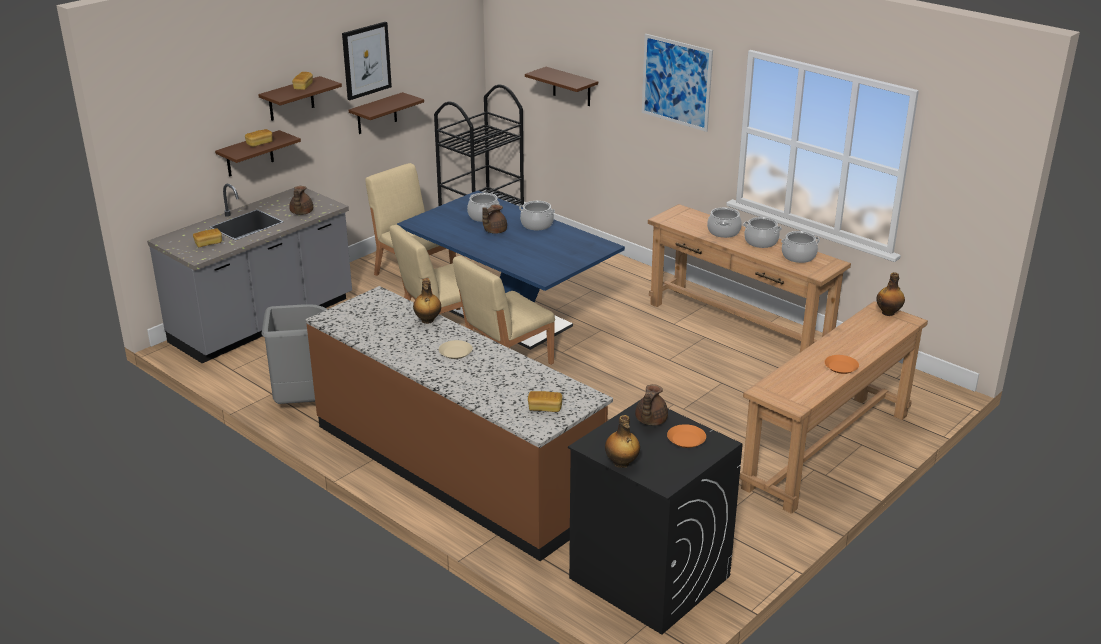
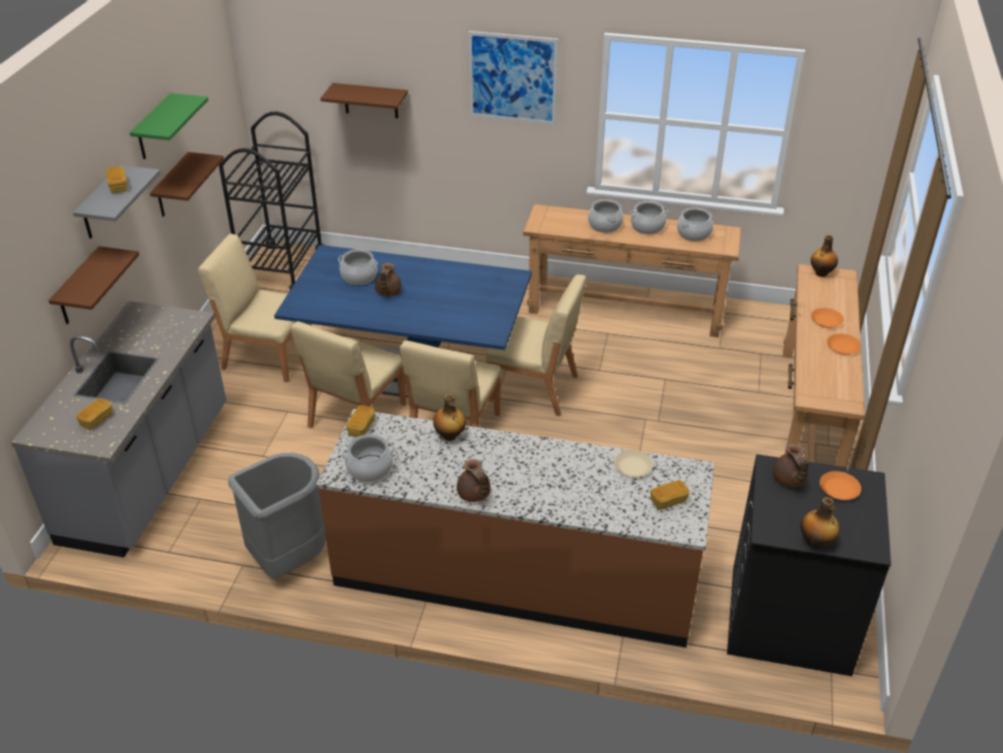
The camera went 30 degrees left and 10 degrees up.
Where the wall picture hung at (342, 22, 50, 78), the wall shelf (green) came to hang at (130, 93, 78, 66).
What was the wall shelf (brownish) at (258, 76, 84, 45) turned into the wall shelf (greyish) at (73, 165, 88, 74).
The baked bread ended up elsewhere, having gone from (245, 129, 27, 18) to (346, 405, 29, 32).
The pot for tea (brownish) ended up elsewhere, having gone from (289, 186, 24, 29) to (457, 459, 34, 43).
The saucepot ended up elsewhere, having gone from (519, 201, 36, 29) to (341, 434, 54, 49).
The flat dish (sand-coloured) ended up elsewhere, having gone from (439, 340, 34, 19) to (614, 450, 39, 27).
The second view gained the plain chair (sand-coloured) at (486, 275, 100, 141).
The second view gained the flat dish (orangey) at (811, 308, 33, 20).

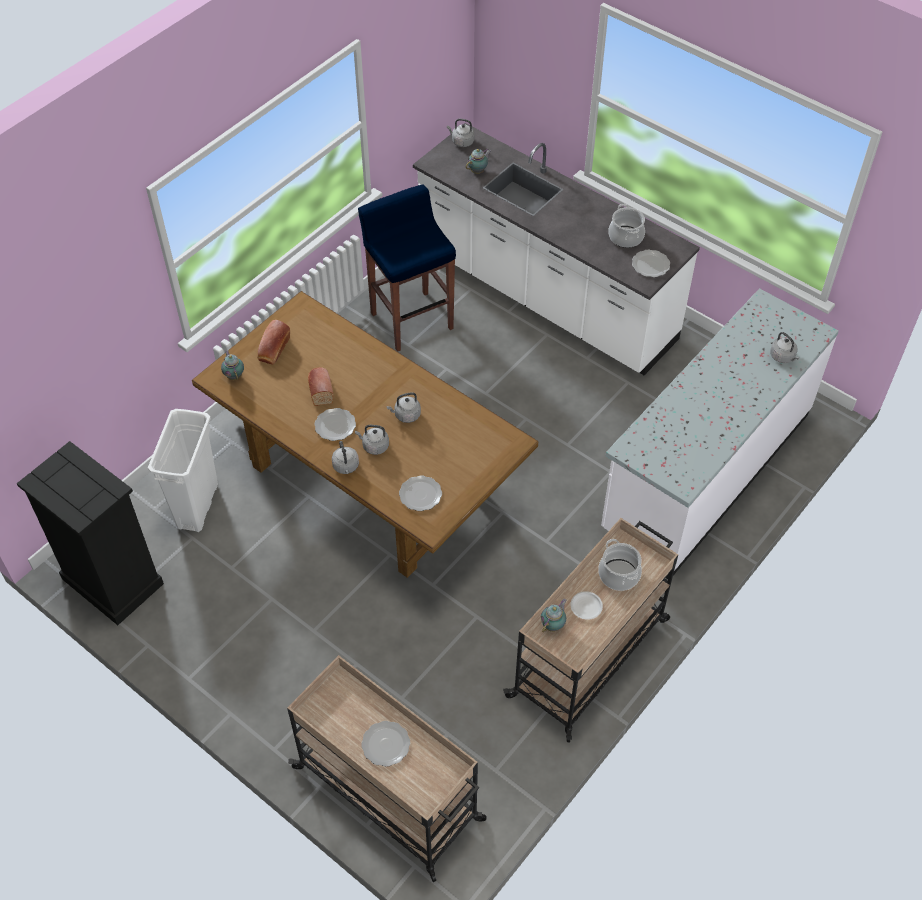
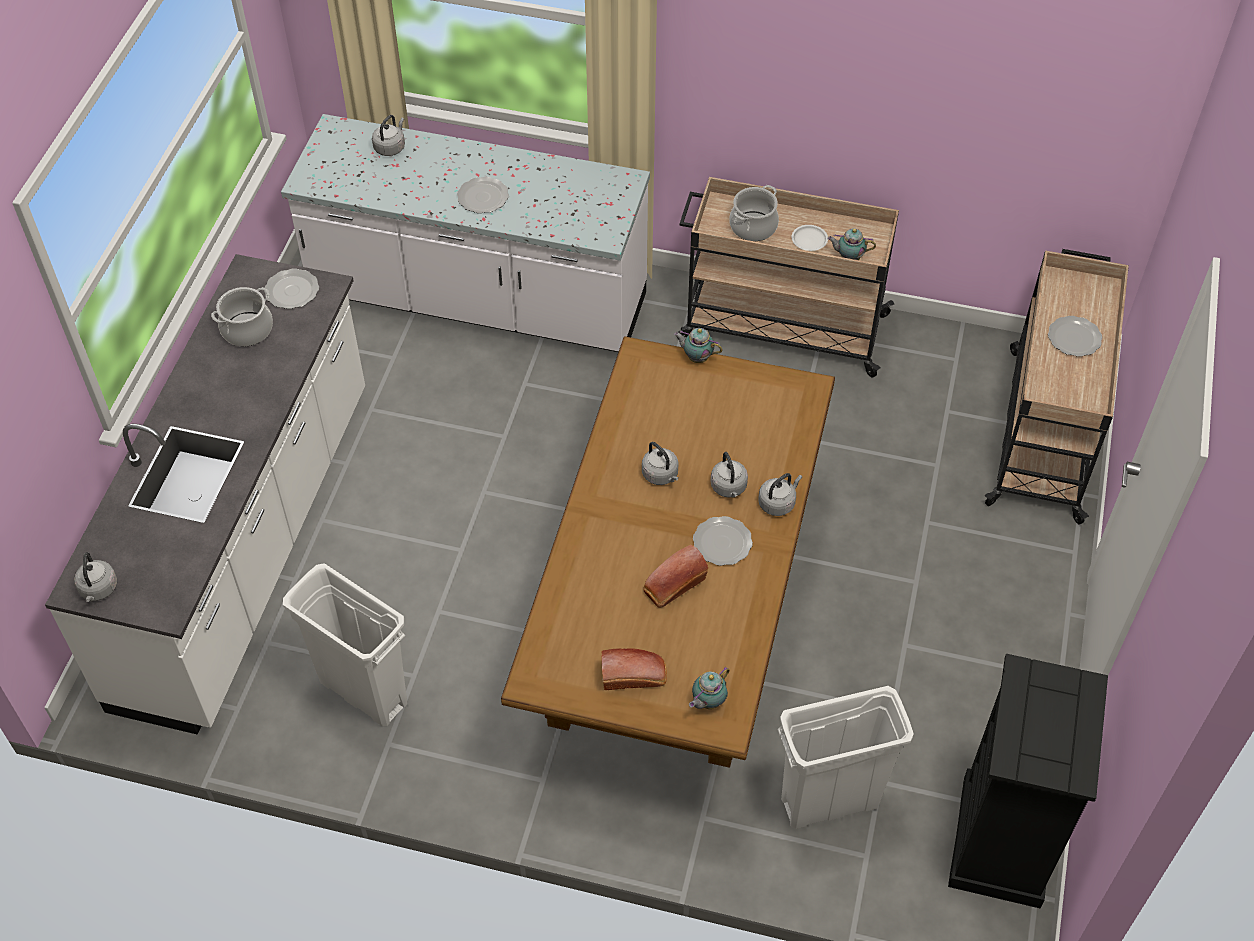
The camera went 115 degrees left and 0 degrees up.
The pot for tea ended up elsewhere, having gone from (466, 149, 25, 25) to (674, 328, 48, 35).
Where the stool seat (blue) stood at (358, 185, 98, 167), the rubbish bin (whitish) came to stand at (283, 563, 124, 163).
The flat dish ended up elsewhere, having gone from (399, 476, 43, 35) to (457, 177, 52, 36).

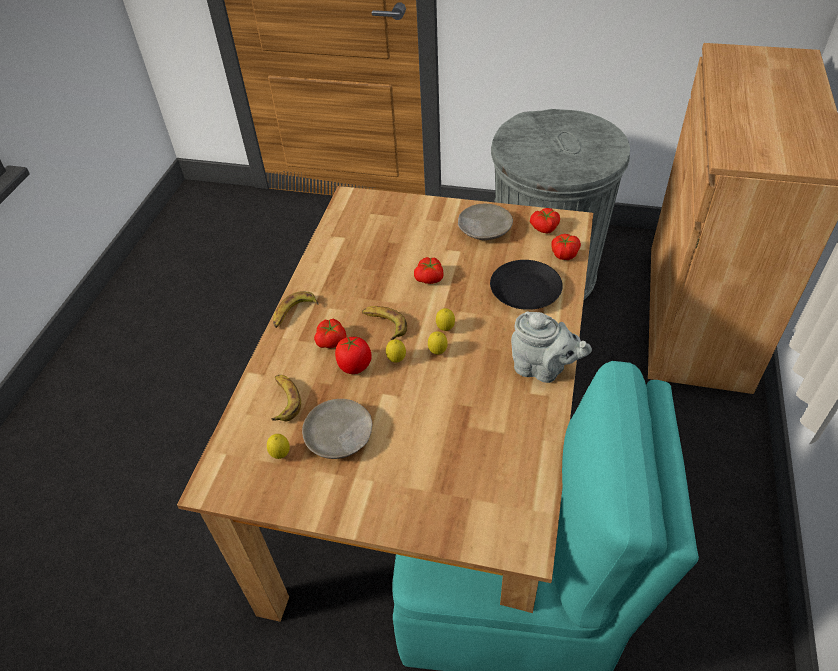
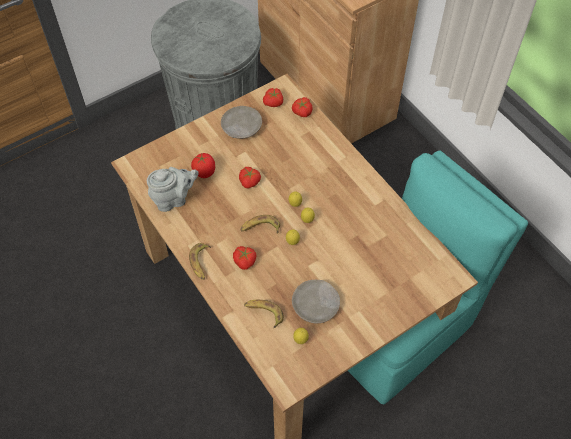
The camera went 50 degrees left and 10 degrees up.
The second view lost the flat dish (blackish) at (490, 260, 73, 50).
The pot for tea (greyish) ended up elsewhere, having gone from (511, 312, 81, 71) to (147, 167, 52, 45).
The fresh tomato ended up elsewhere, having gone from (335, 336, 37, 38) to (191, 153, 24, 25).

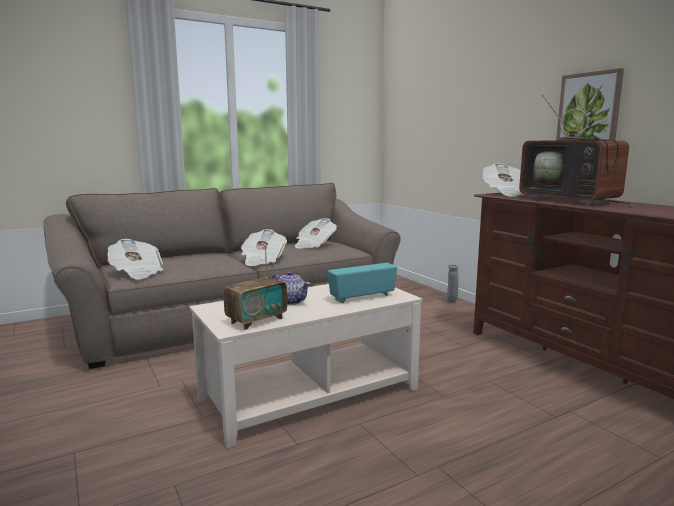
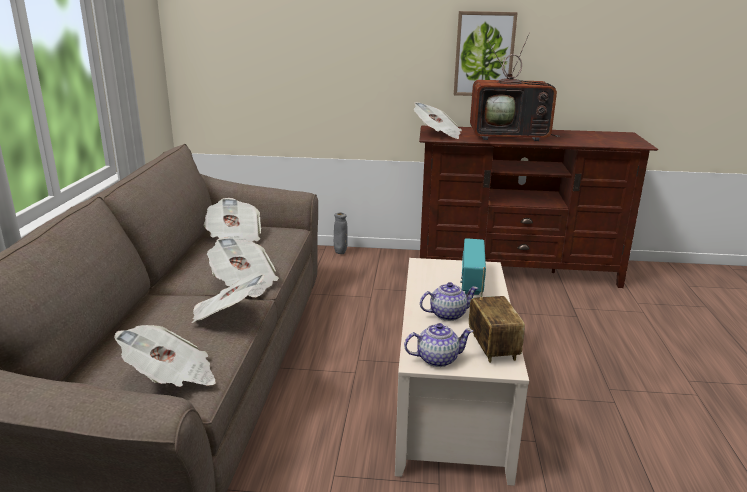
The camera went 55 degrees left and 10 degrees up.
The second view gained the printed paper at (191, 271, 73, 52).
The second view gained the pot for tea at (404, 323, 69, 44).

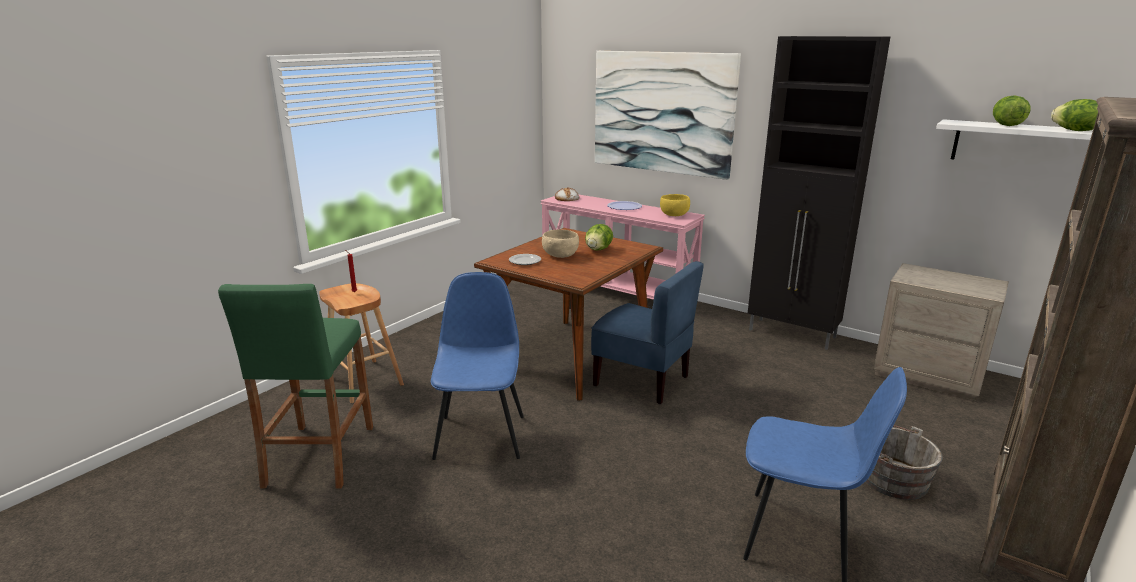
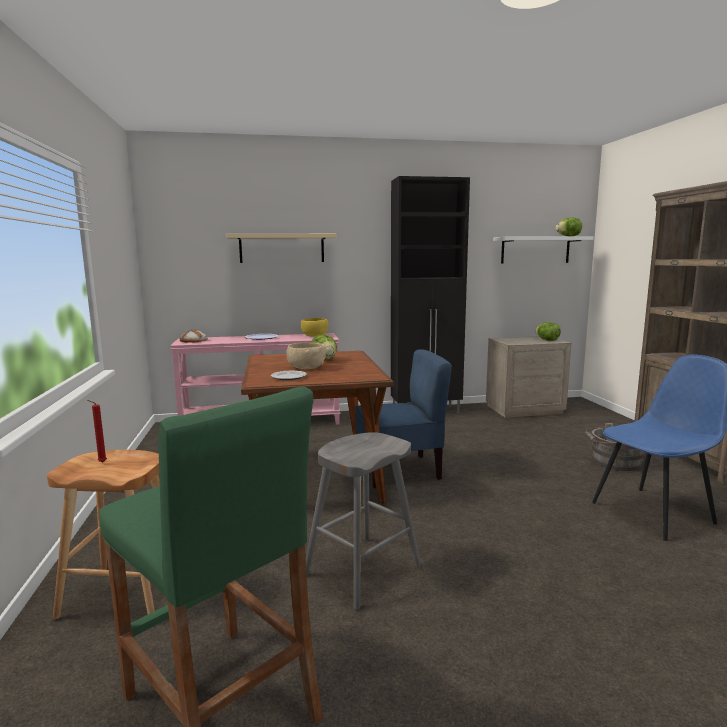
The camera went 45 degrees left and 10 degrees down.
Where the wall picture hung at (595, 51, 146, 129), the wall shelf (sand-coloured) came to hang at (226, 233, 110, 30).
The lettuce ended up elsewhere, having gone from (993, 95, 38, 31) to (535, 322, 26, 19).
Where the plain chair (blue) stood at (431, 272, 93, 188), the stool seat (greyish) came to stand at (306, 432, 115, 178).

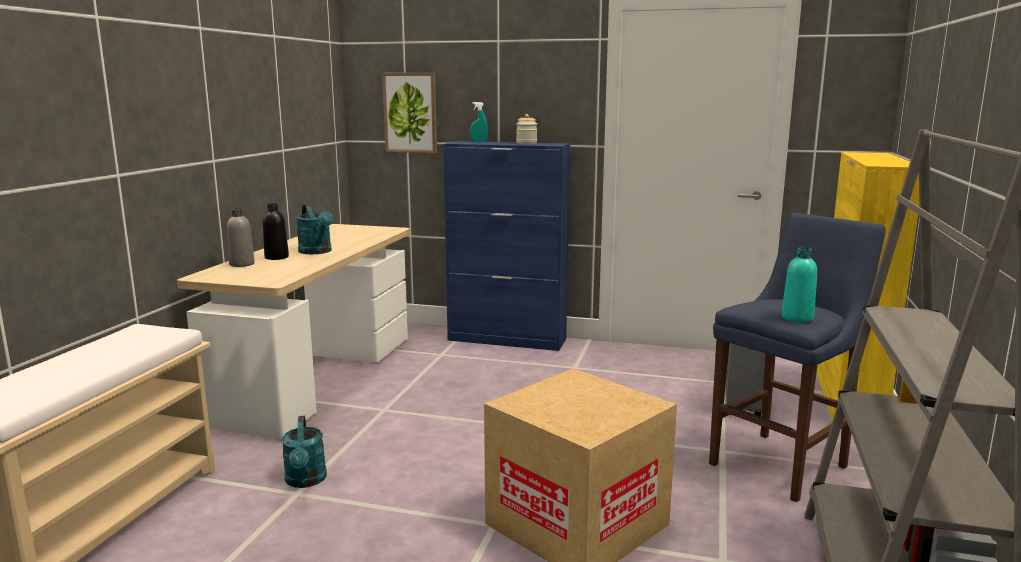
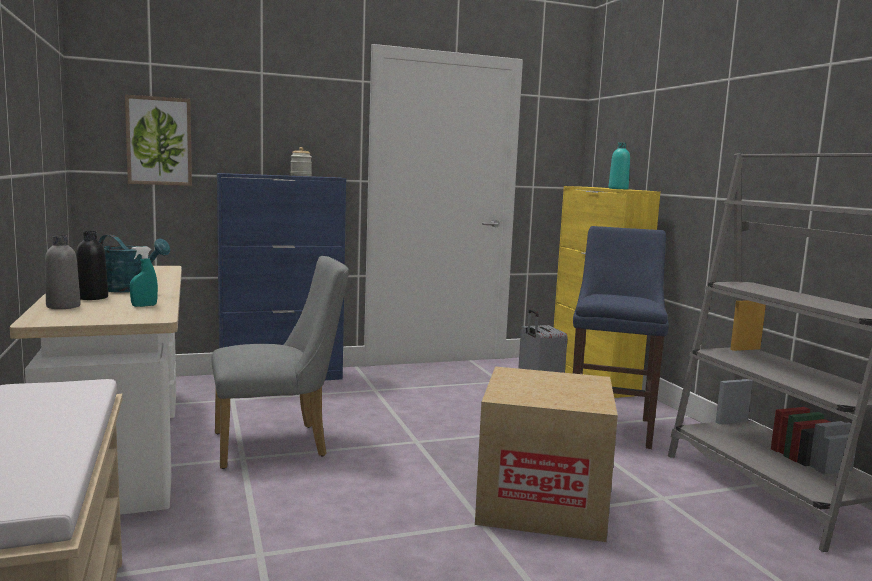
The camera went 35 degrees left and 5 degrees down.
The spray bottle (blue-green) ended up elsewhere, having gone from (470, 102, 18, 40) to (130, 246, 28, 61).
The bottle (blue-green) ended up elsewhere, having gone from (781, 247, 36, 75) to (608, 142, 22, 47).
The second view lost the watering pot (blue-green) at (281, 416, 46, 72).
The second view gained the plain chair (greyish) at (211, 256, 138, 213).

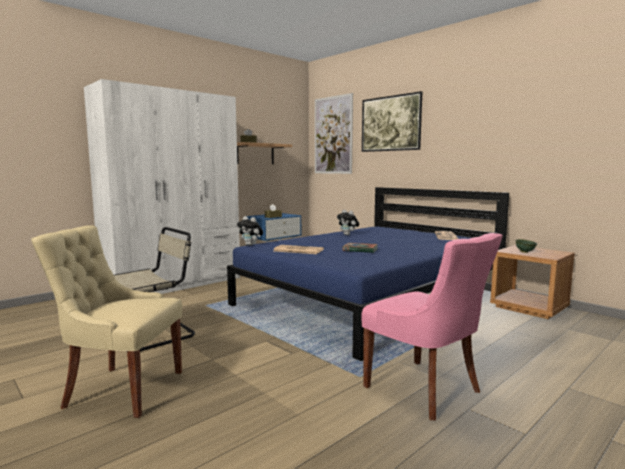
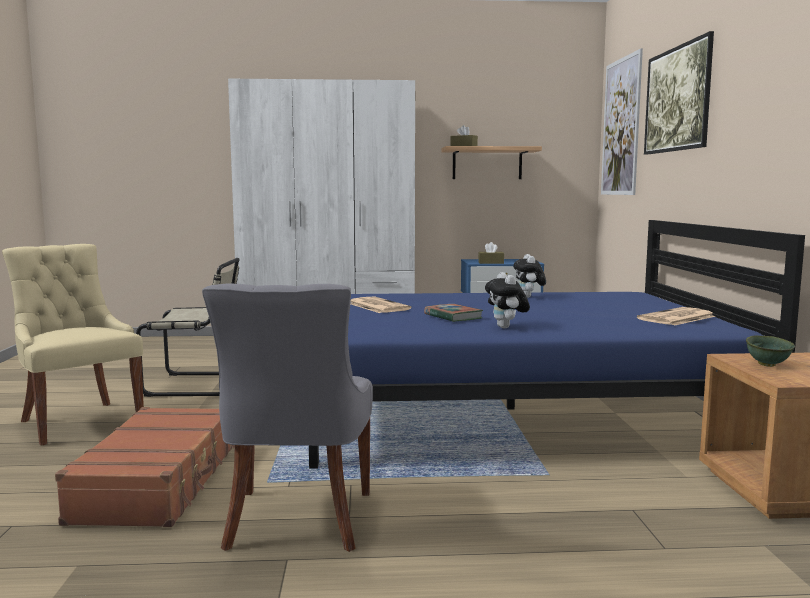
The camera went 40 degrees right and 0 degrees up.
The plush toy ended up elsewhere, having gone from (237, 216, 26, 30) to (485, 272, 45, 56).
What was the plain chair (pink) at (361, 233, 142, 187) turned into the plain chair (greyish) at (202, 283, 171, 269).
The second view gained the piece of luggage (brownish) at (55, 407, 180, 120).

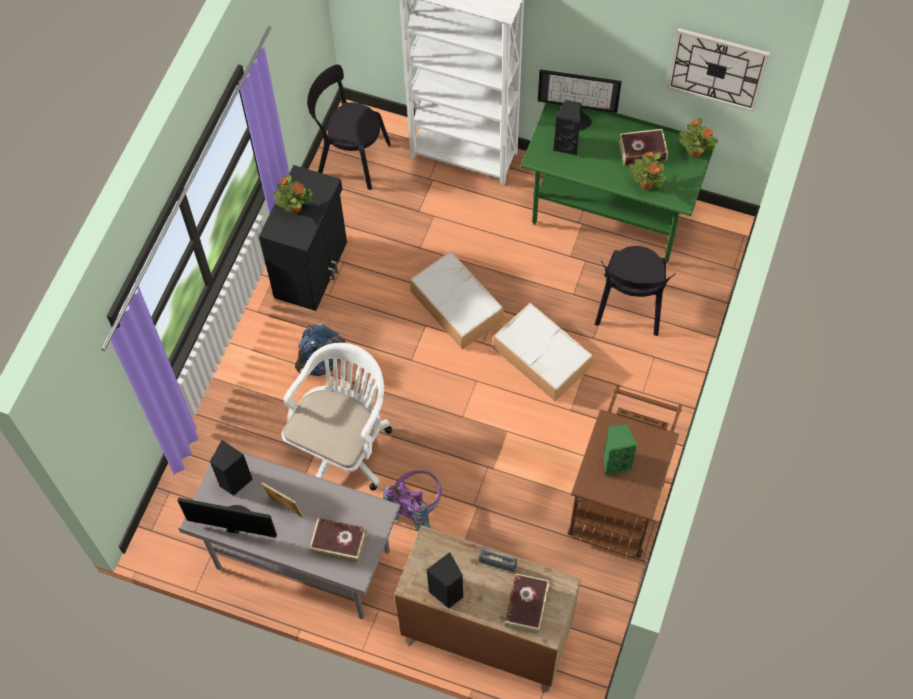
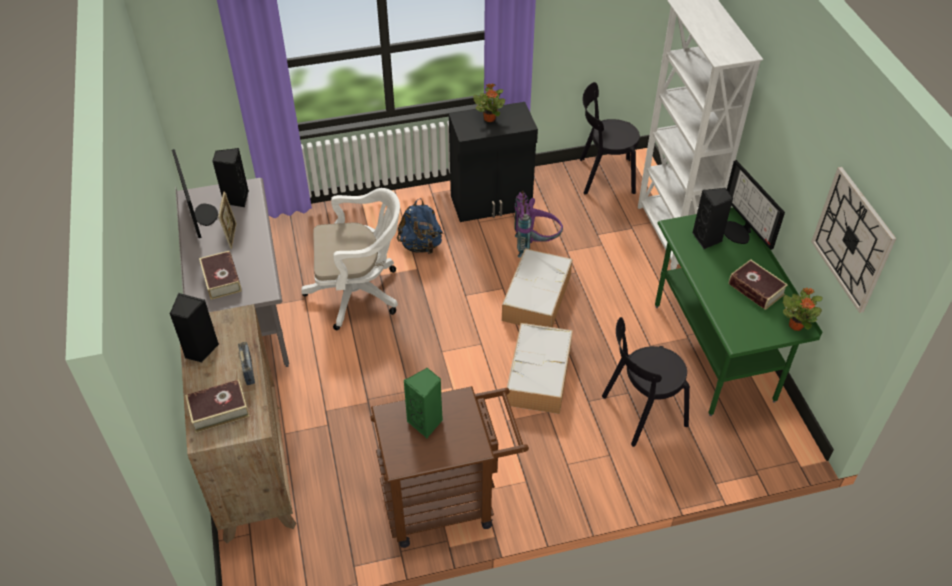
The camera went 55 degrees right and 15 degrees down.
The plain chair (blackish) at (307, 64, 84, 126) ended up facing another way, 75 degrees counterclockwise from before.
The second view lost the houseplant at (629, 152, 37, 38).
The backpack (purplish) ended up elsewhere, having gone from (383, 470, 59, 61) to (514, 190, 49, 68).

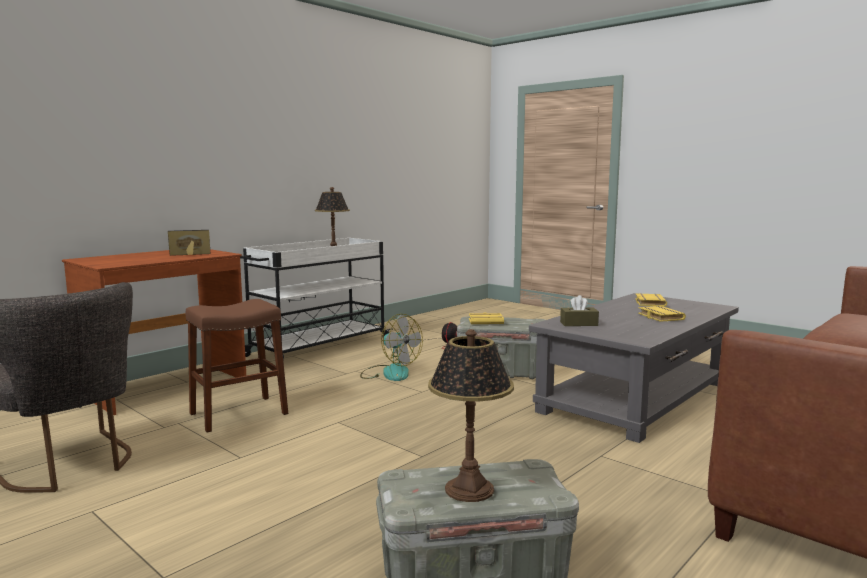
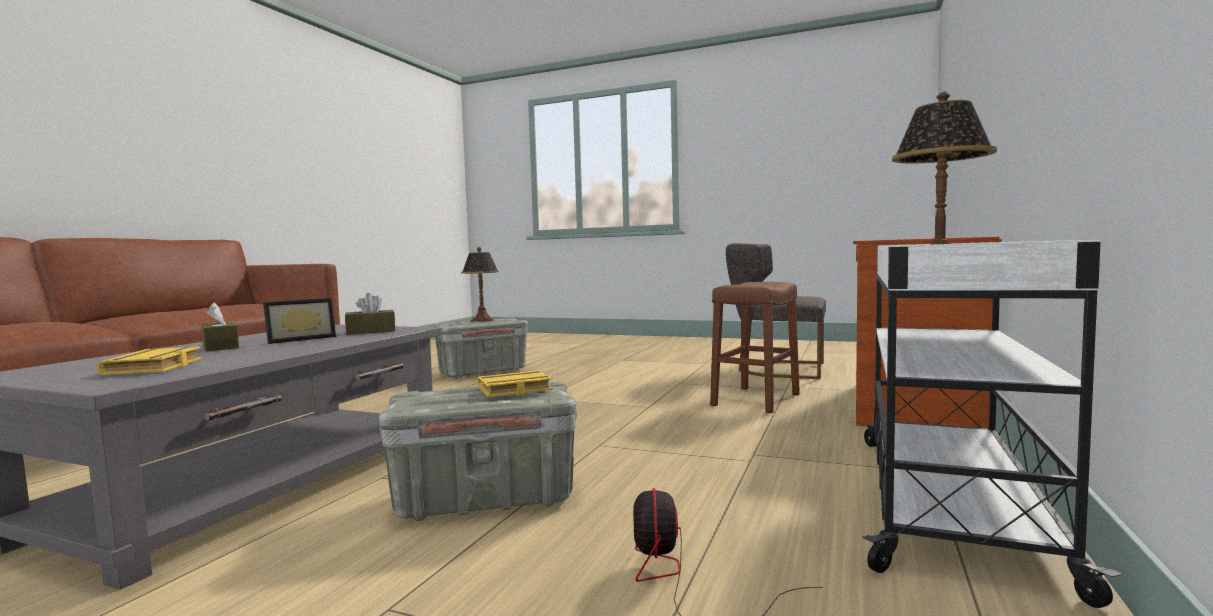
The camera went 160 degrees right and 5 degrees down.
The photo frame ended up elsewhere, having gone from (168, 230, 42, 26) to (263, 298, 73, 46).
Where the bound book (yellow) stood at (638, 306, 48, 16), the tissue box (brownish) came to stand at (201, 302, 38, 49).
The second view lost the electric fan at (360, 314, 63, 67).

